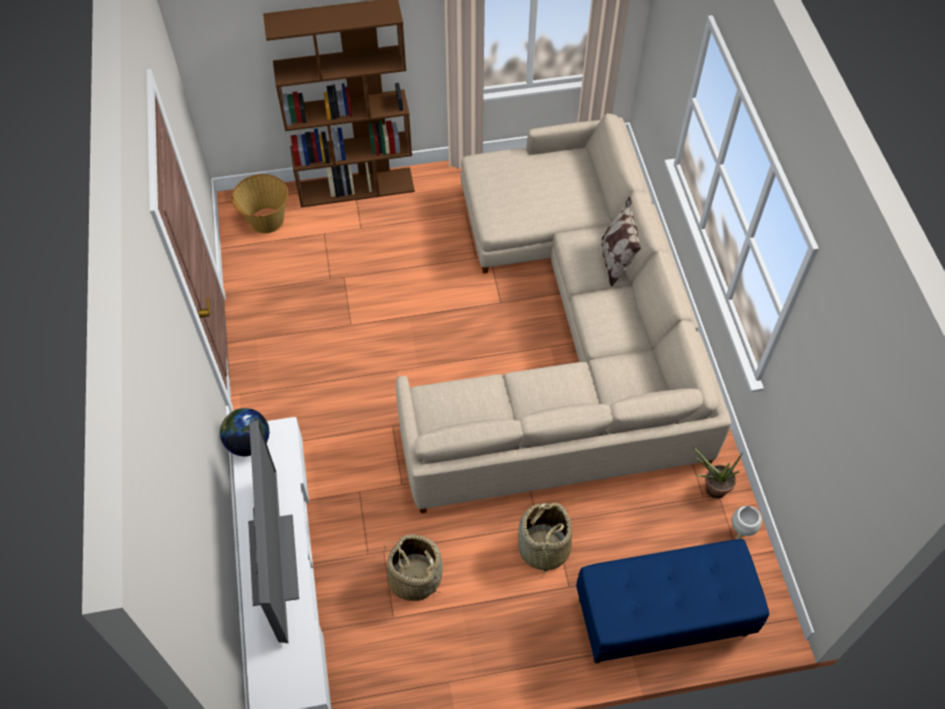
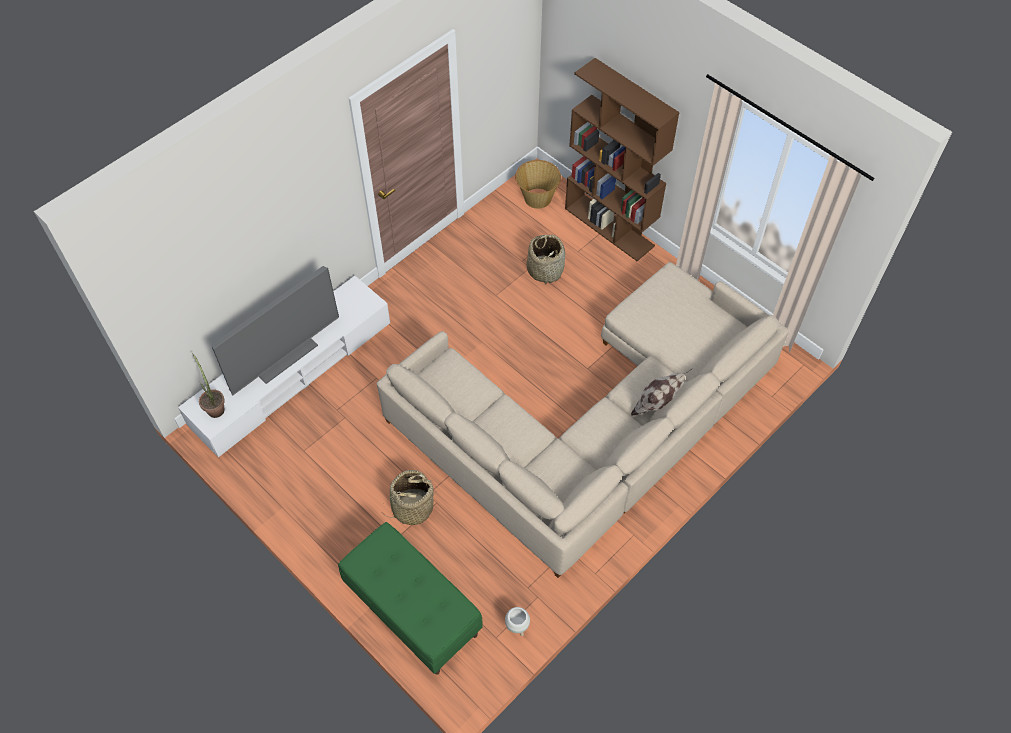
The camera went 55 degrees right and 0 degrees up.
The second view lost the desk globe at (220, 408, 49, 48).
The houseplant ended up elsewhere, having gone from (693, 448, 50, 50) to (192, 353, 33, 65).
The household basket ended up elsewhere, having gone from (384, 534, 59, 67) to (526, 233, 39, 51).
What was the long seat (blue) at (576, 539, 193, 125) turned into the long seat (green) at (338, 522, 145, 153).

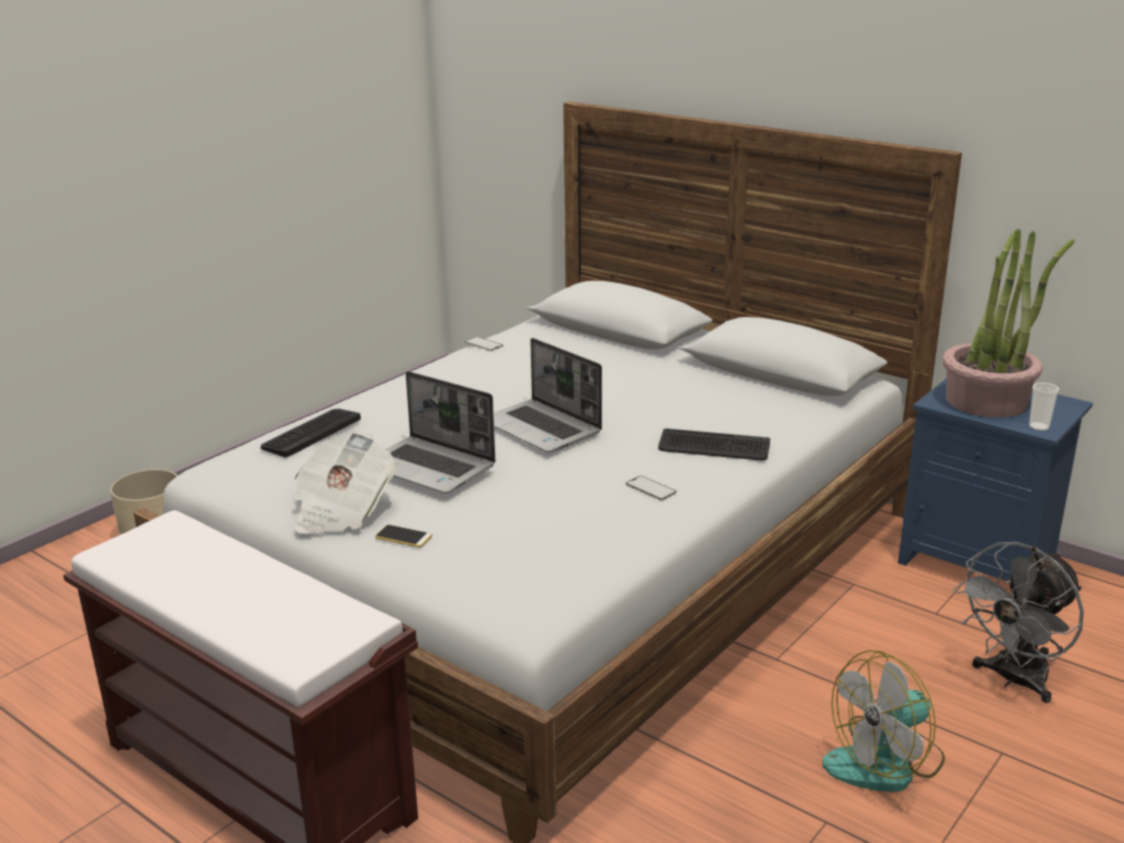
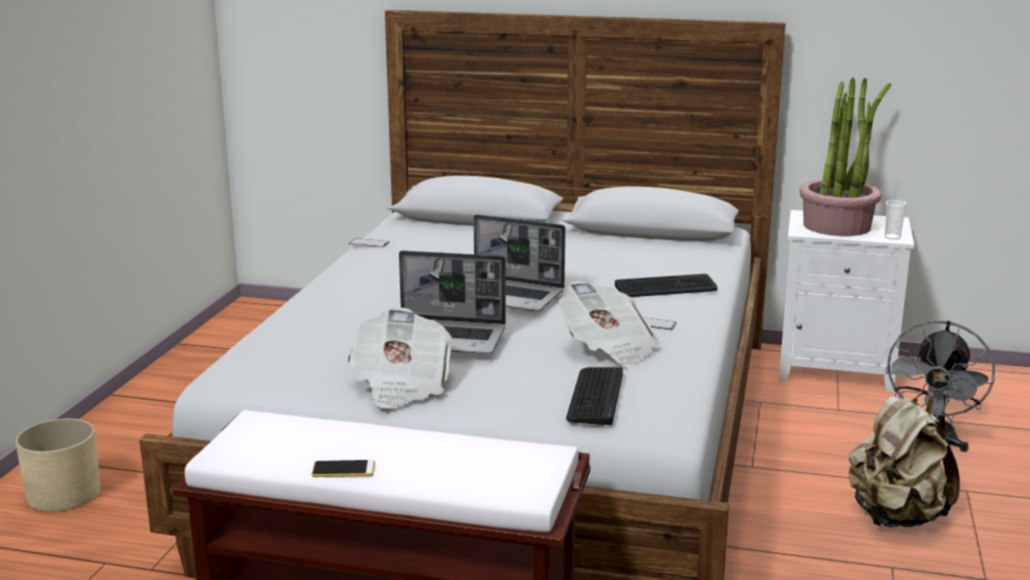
The camera went 25 degrees left and 5 degrees down.
What was the night table (blue) at (898, 379, 195, 202) turned into the night table (whitish) at (779, 210, 135, 182).
The keyboard ended up elsewhere, having gone from (261, 409, 100, 49) to (566, 367, 57, 58).
The handset ended up elsewhere, having gone from (375, 525, 57, 22) to (312, 460, 63, 17).
Where the electric fan stood at (822, 650, 123, 142), the backpack (sand-coloured) came to stand at (849, 393, 111, 135).
The second view gained the printed paper at (558, 281, 101, 87).

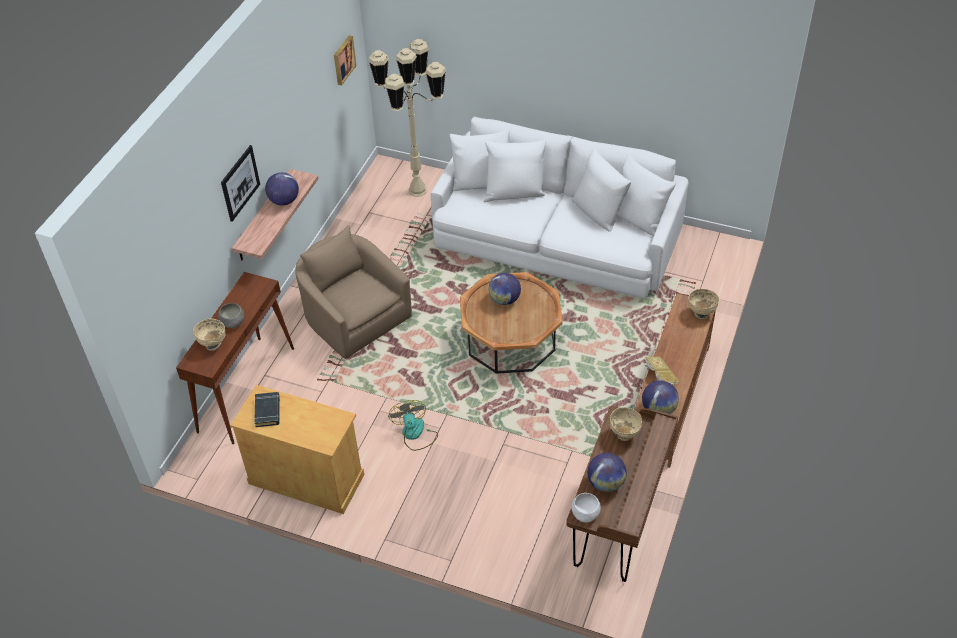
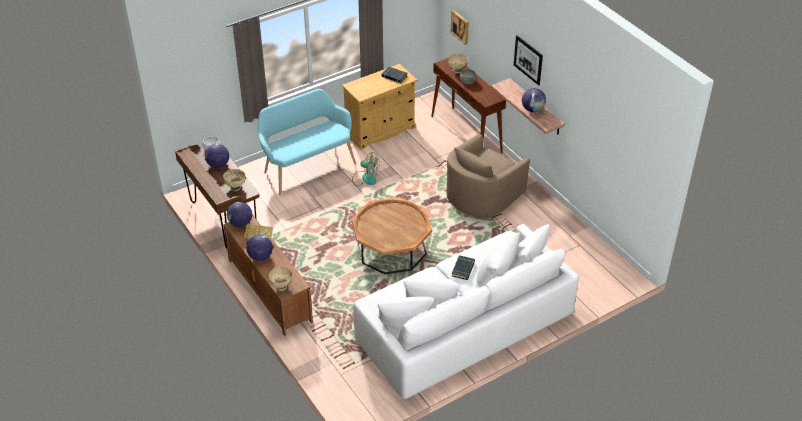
The camera went 125 degrees right and 5 degrees down.
The wall picture ended up elsewhere, having gone from (334, 36, 23, 49) to (451, 10, 18, 35).
The second view lost the standing lamp (sand-coloured) at (368, 39, 78, 158).
The armchair (sand-coloured) at (295, 225, 117, 134) ended up facing another way, 135 degrees clockwise from before.
The desk globe ended up elsewhere, having gone from (489, 273, 32, 32) to (246, 235, 27, 26).
The second view gained the long seat (blue-green) at (258, 89, 98, 106).
The second view gained the bound book (blackish) at (452, 255, 23, 25).

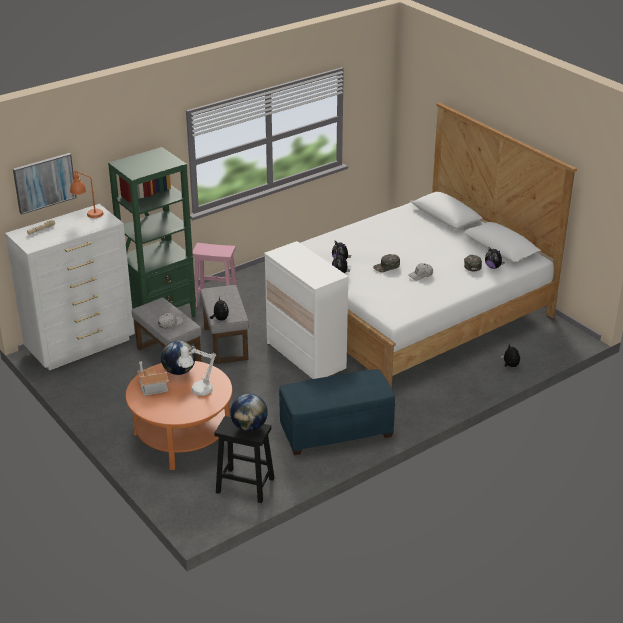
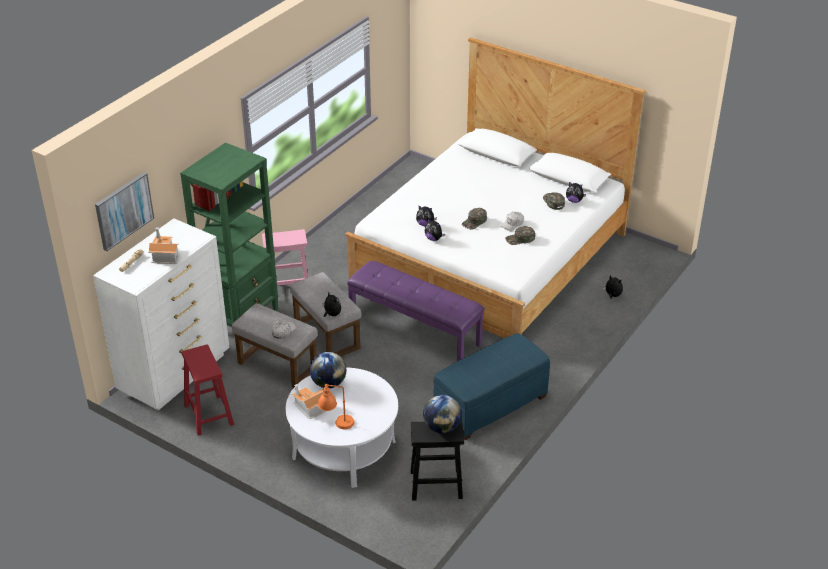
The camera went 20 degrees left and 5 degrees up.
The tabletop lamp (orangey) ended up elsewhere, having gone from (70, 170, 33, 48) to (318, 384, 37, 45).
Where the drawer chest (whitish) stood at (264, 241, 85, 138), the long seat (purplish) came to stand at (347, 261, 138, 100).
The second view lost the tabletop lamp (whitish) at (177, 346, 39, 50).
What was the coffee table (orangey) at (126, 361, 106, 109) turned into the coffee table (whitish) at (286, 368, 112, 120).
The second view gained the peaked cap (green) at (505, 226, 30, 19).
The second view gained the model house at (148, 227, 32, 37).
The second view gained the stool seat (red-coloured) at (182, 344, 52, 92).

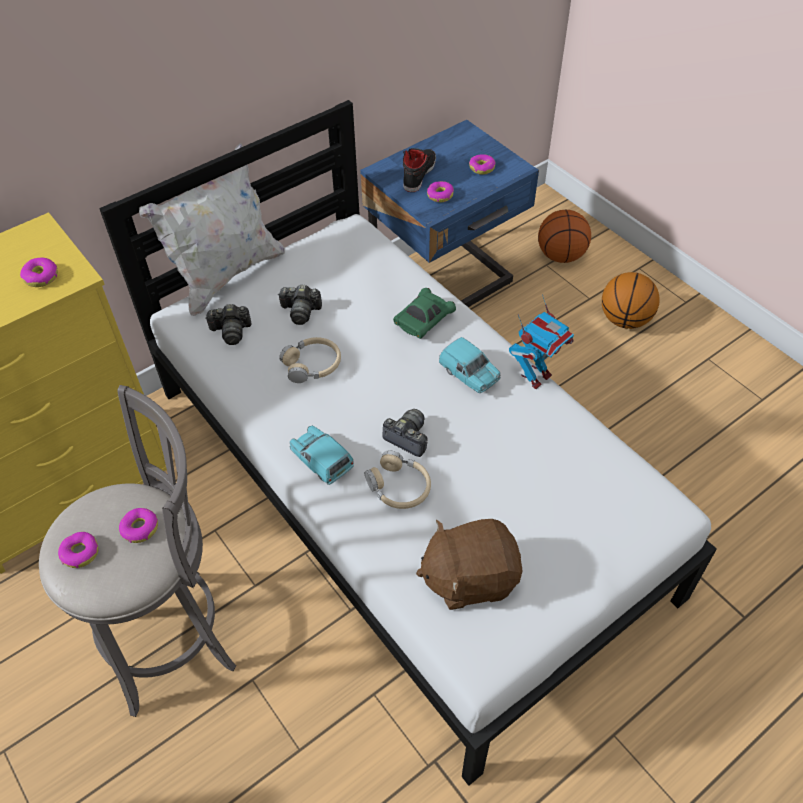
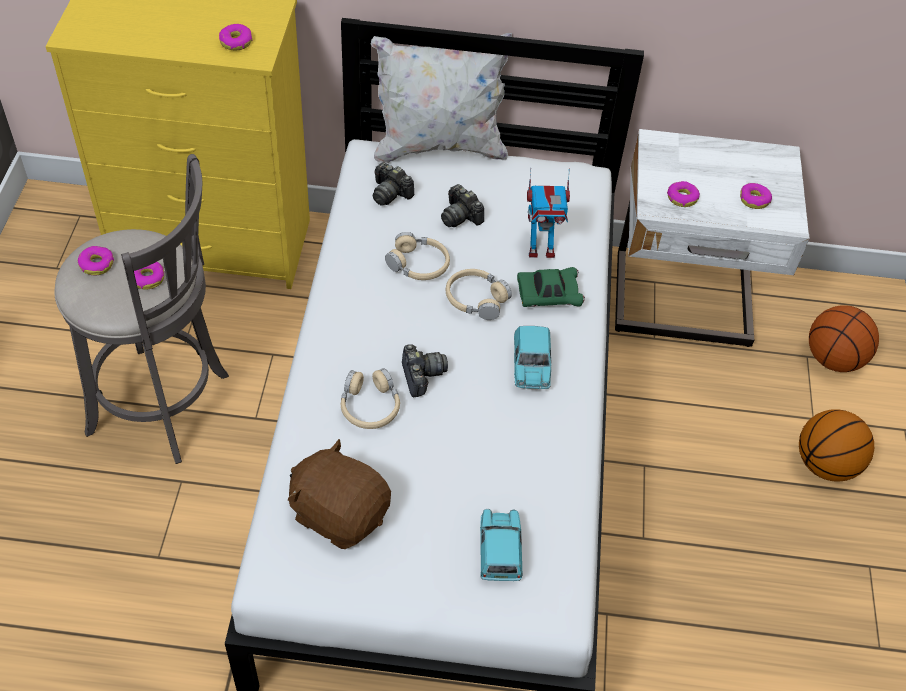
The camera went 40 degrees right and 0 degrees up.
What was the night table (blue) at (360, 120, 179, 187) turned into the night table (whitish) at (615, 129, 195, 218).
The second view lost the low shoe (blackish) at (403, 148, 33, 44).
The model robot ended up elsewhere, having gone from (509, 294, 65, 95) to (527, 168, 43, 90).
The toy car (blue-green) ended up elsewhere, having gone from (290, 426, 64, 59) to (480, 509, 42, 72).
The second view gained the headphones (sand-coloured) at (446, 269, 66, 51).

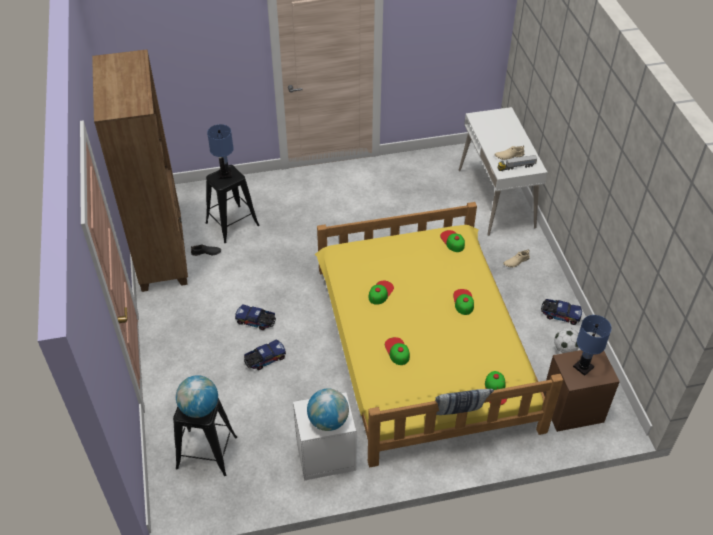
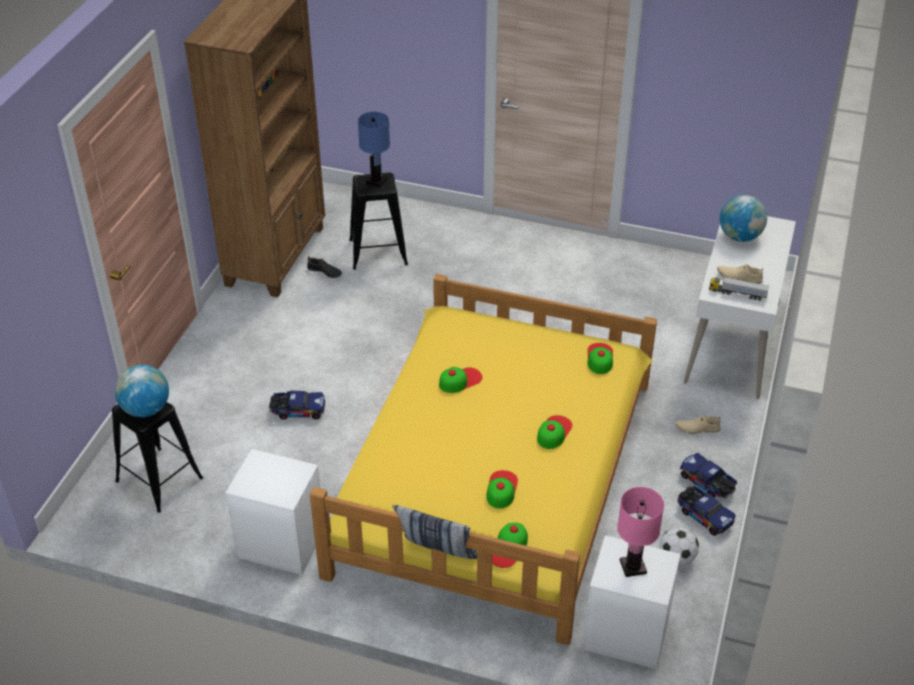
The camera went 30 degrees right and 5 degrees down.
The model truck ended up elsewhere, having gone from (235, 304, 41, 26) to (680, 453, 57, 45).
What was the tabletop lamp (blue) at (573, 315, 39, 61) turned into the tabletop lamp (pink) at (617, 487, 47, 90).
The peaked cap ended up elsewhere, having gone from (385, 337, 25, 28) to (486, 470, 32, 39).
What was the night table (brownish) at (543, 350, 77, 82) turned into the night table (whitish) at (583, 535, 98, 134).
The desk globe ended up elsewhere, having gone from (307, 388, 42, 43) to (720, 195, 47, 47).

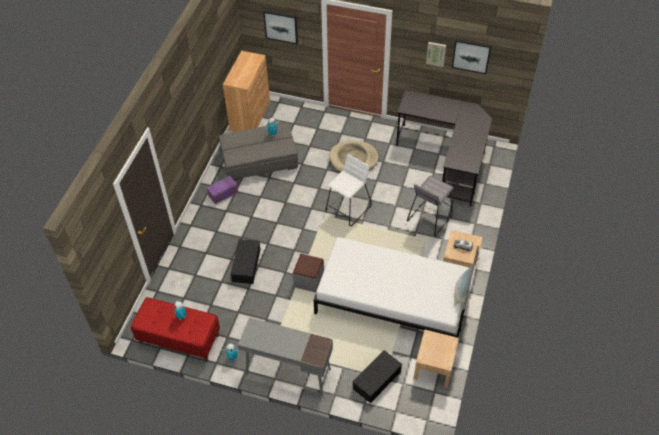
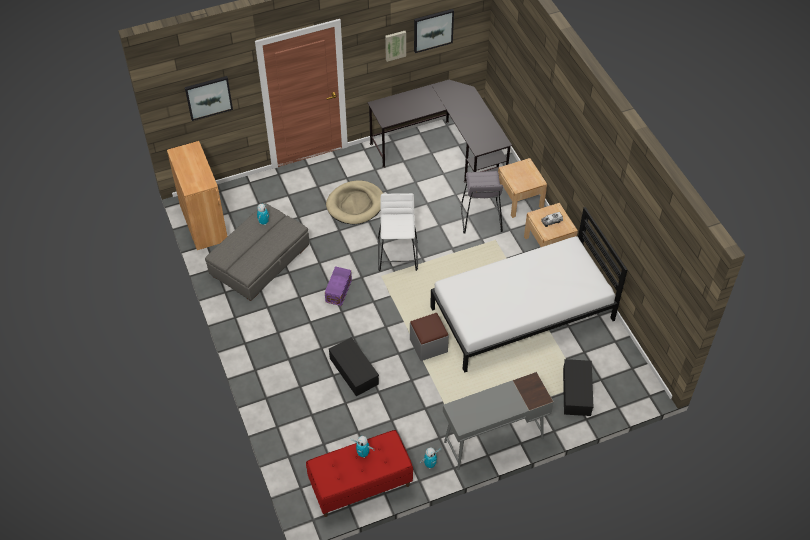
The camera went 40 degrees left and 0 degrees up.
The storage container (purplish) ended up elsewhere, having gone from (207, 176, 31, 28) to (325, 266, 27, 40).
The second view lost the pillow at (454, 264, 22, 42).
The night table (sand-coloured) ended up elsewhere, having gone from (414, 330, 45, 58) to (498, 158, 49, 60).

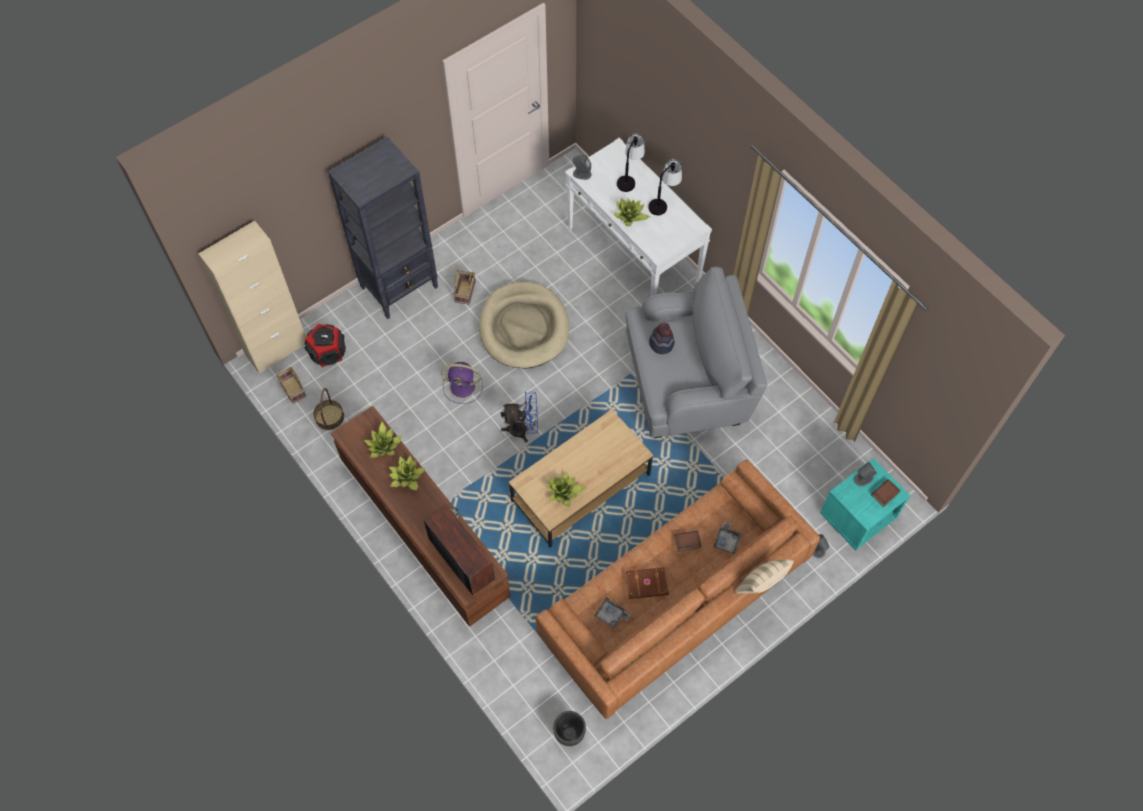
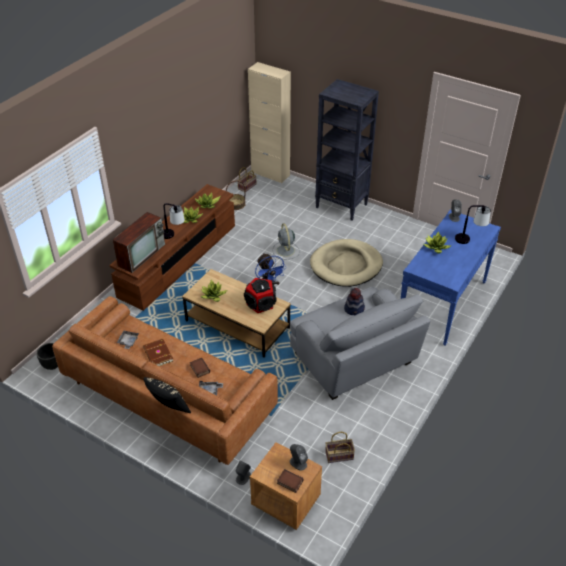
The camera went 70 degrees right and 20 degrees down.
What was the narrow table (whitish) at (565, 138, 147, 159) turned into the narrow table (blue) at (401, 210, 100, 136).
The tabletop lamp ended up elsewhere, having gone from (648, 159, 34, 56) to (164, 203, 21, 36).
The household basket ended up elsewhere, having gone from (453, 270, 23, 35) to (325, 432, 30, 31).
The audio speaker ended up elsewhere, having gone from (305, 324, 41, 43) to (244, 278, 33, 35).
What was the electric fan (purplish) at (441, 362, 42, 42) turned into the electric fan (greyish) at (273, 223, 27, 37).
What was the night table (blue-green) at (820, 458, 90, 93) turned into the night table (brownish) at (250, 442, 72, 88).
What was the pillow (sand-coloured) at (735, 559, 59, 34) turned into the pillow (blackish) at (143, 377, 48, 36).

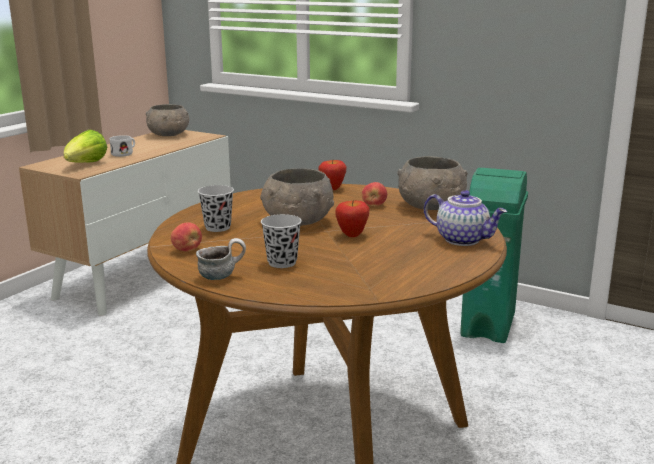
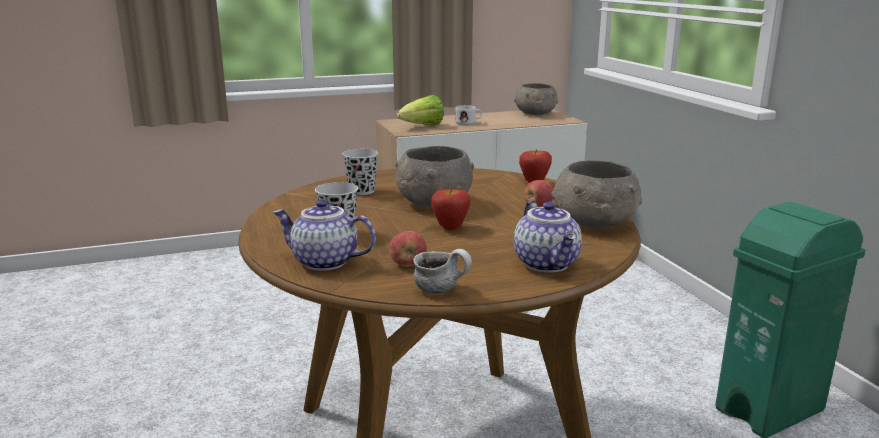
The camera went 40 degrees right and 0 degrees up.
The whole apple ended up elsewhere, having gone from (171, 222, 31, 29) to (389, 231, 38, 35).
The coffee mug ended up elsewhere, having gone from (196, 238, 50, 42) to (413, 249, 59, 44).
The second view gained the pot for tea at (273, 199, 103, 72).

